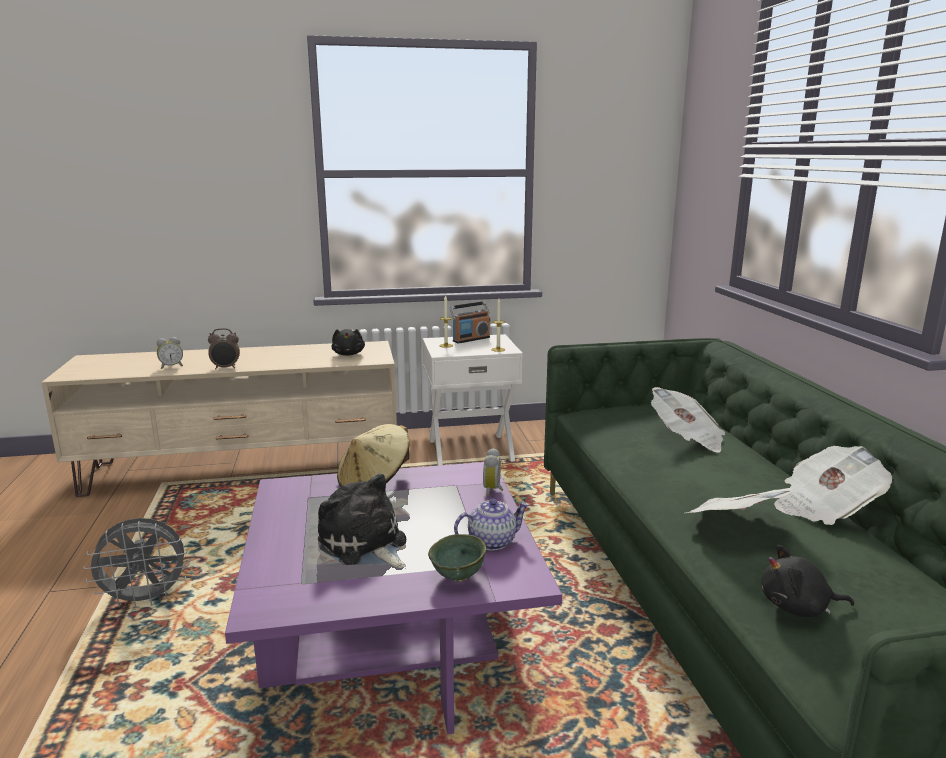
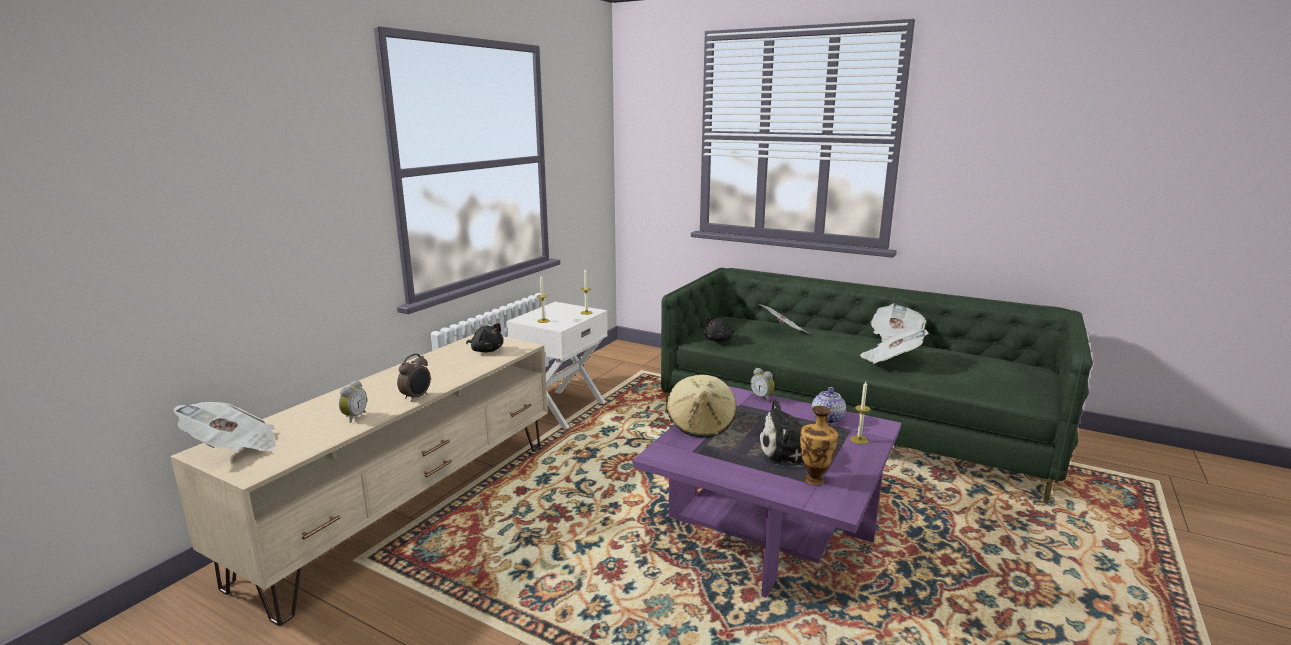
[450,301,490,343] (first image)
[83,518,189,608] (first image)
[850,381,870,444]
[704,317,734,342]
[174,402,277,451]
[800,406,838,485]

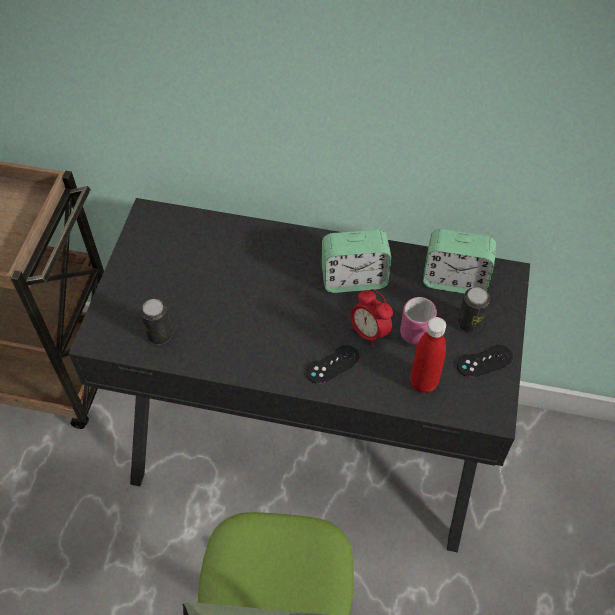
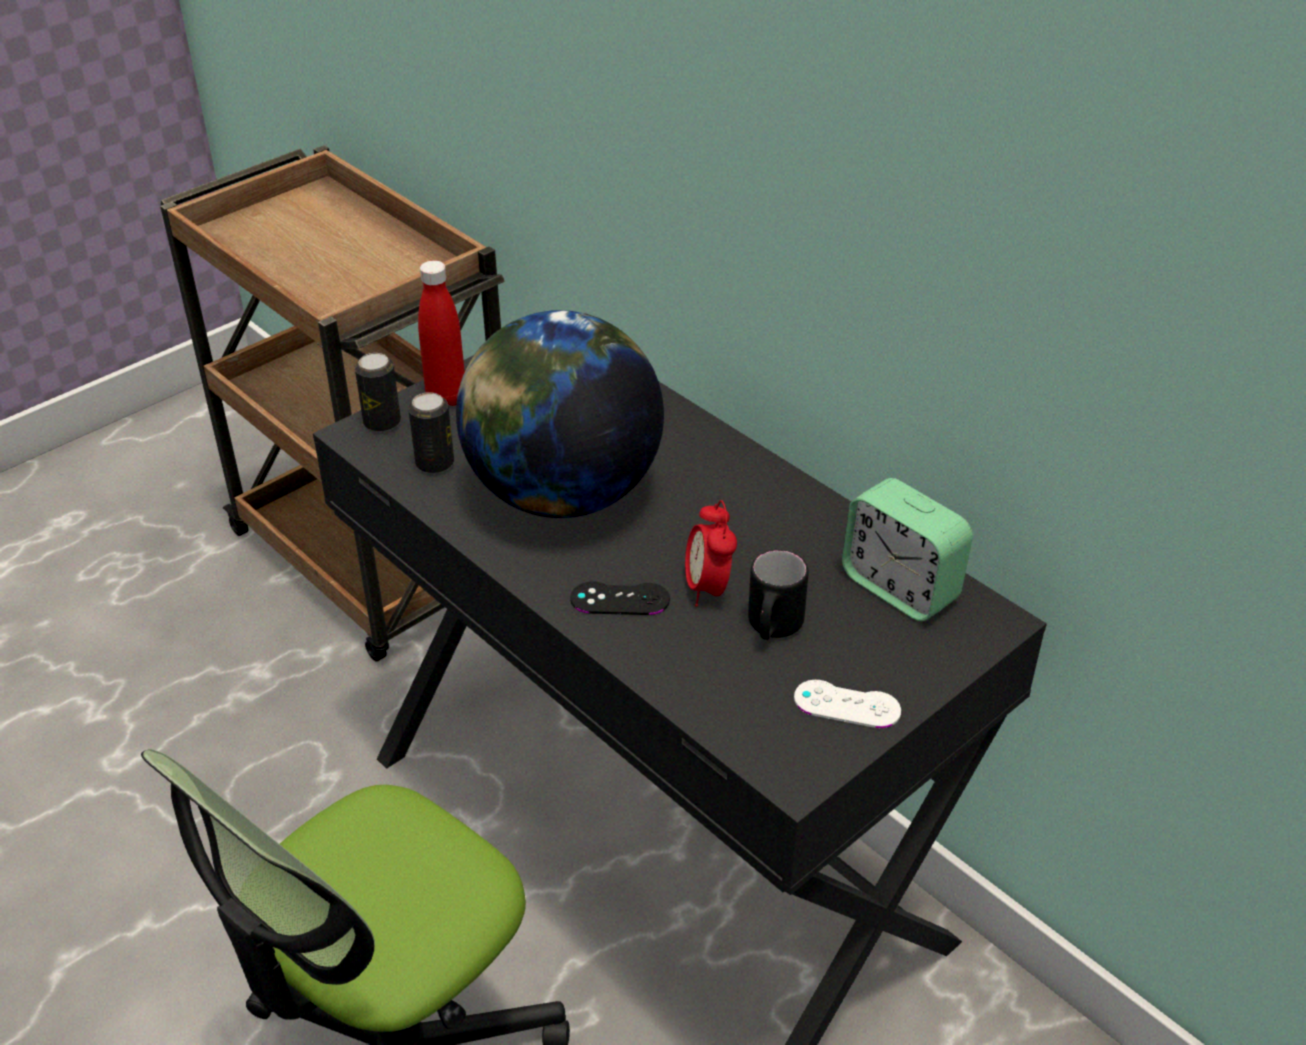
[322,229,391,293] (first image)
[355,353,401,432]
[748,550,809,640]
[418,260,465,406]
[794,680,901,728]
[456,310,664,518]

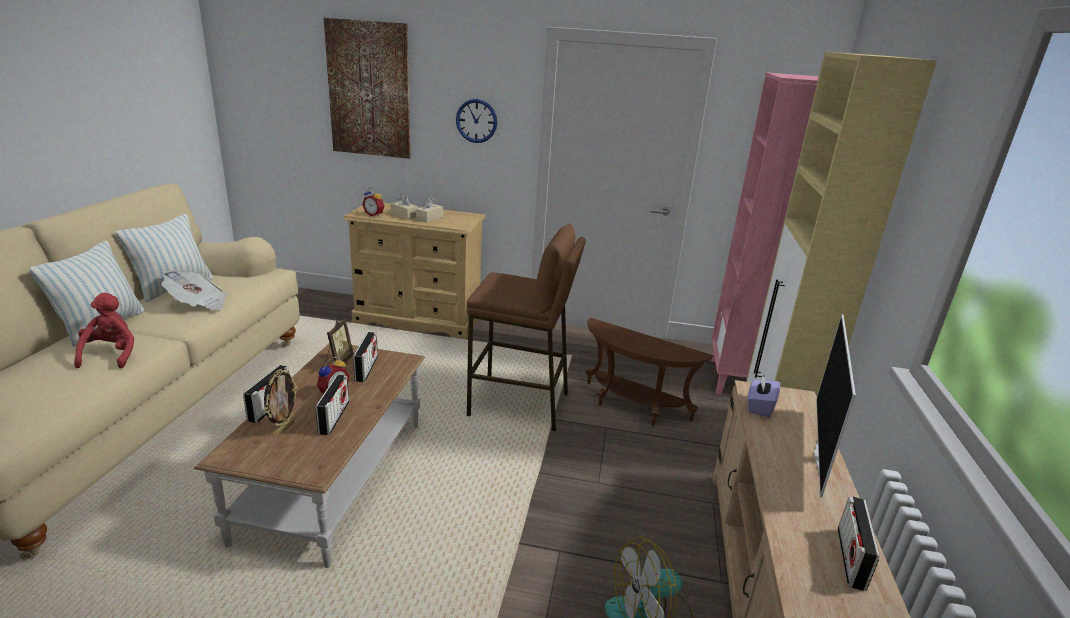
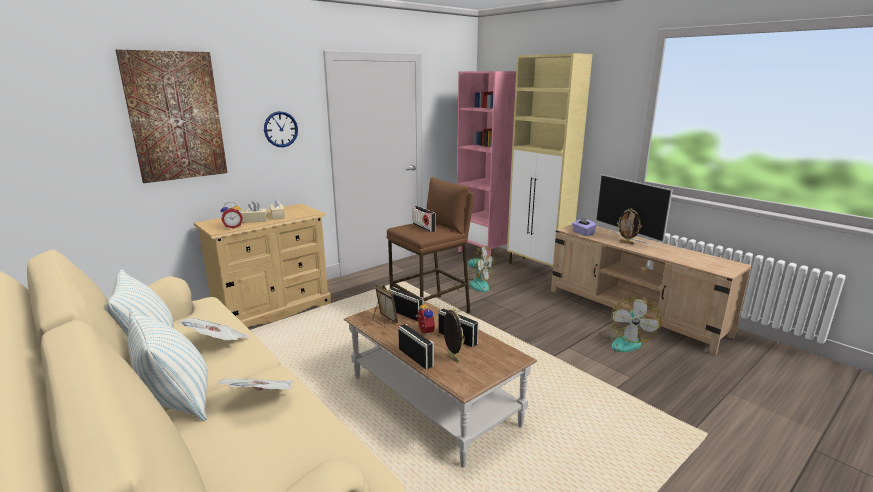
[218,378,295,391]
[455,246,494,292]
[413,206,436,232]
[617,208,642,245]

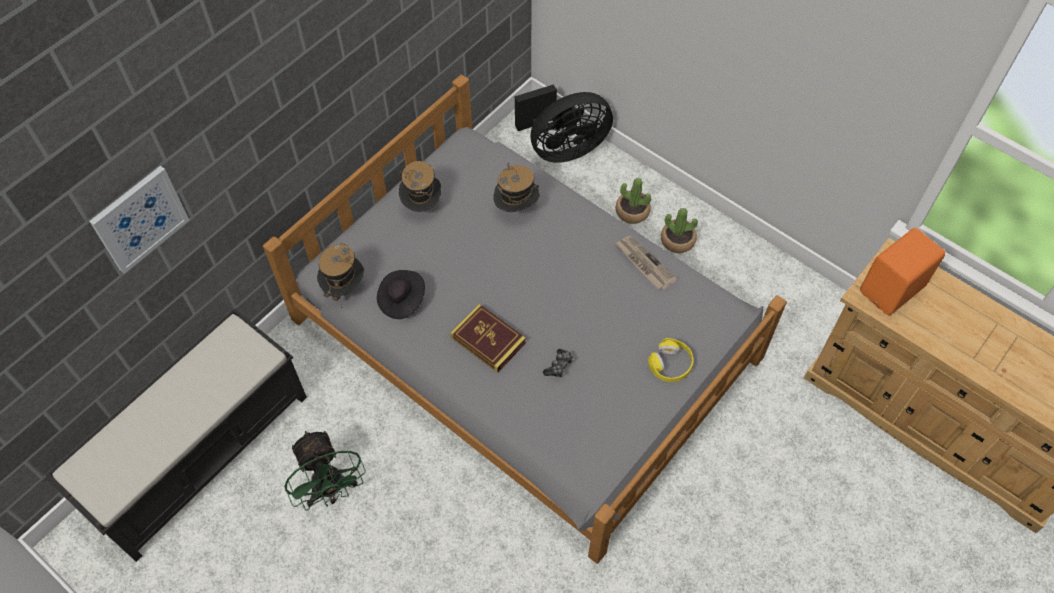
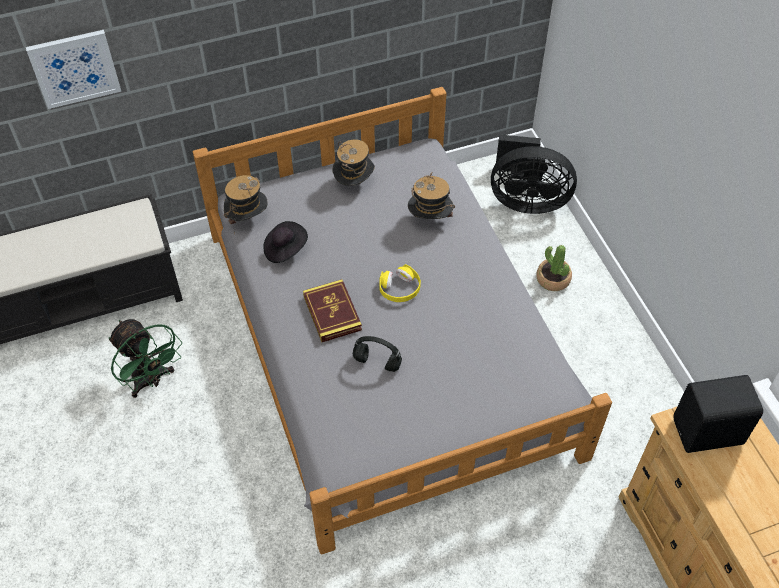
[661,208,698,253] (first image)
[673,375,763,453]
[615,236,678,290] (first image)
[379,264,421,302]
[353,336,402,372]
[109,319,182,398]

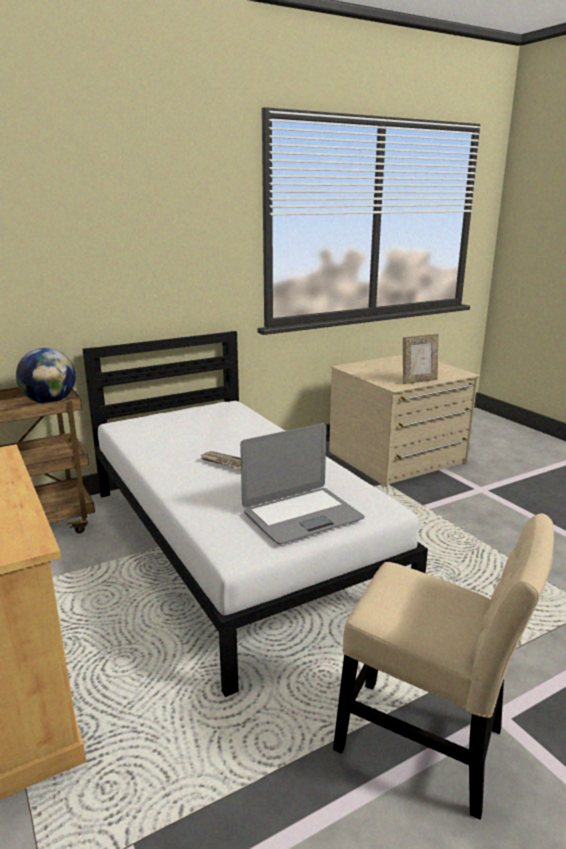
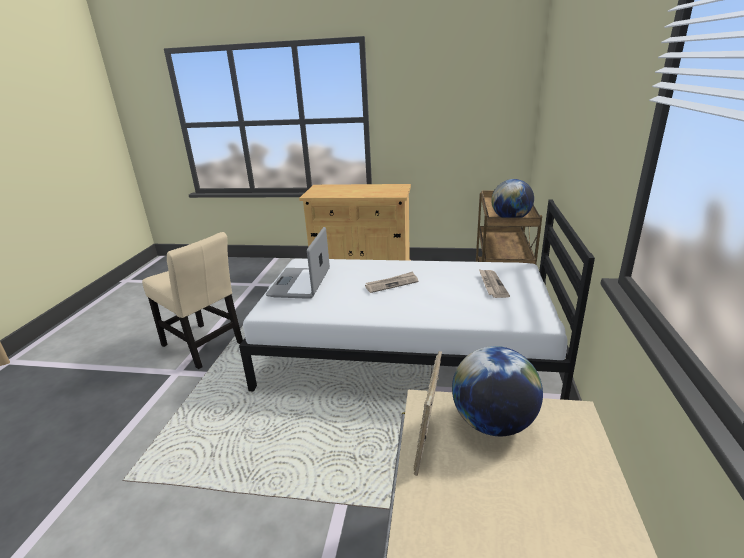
[142,232,243,369]
[479,269,510,298]
[452,346,543,436]

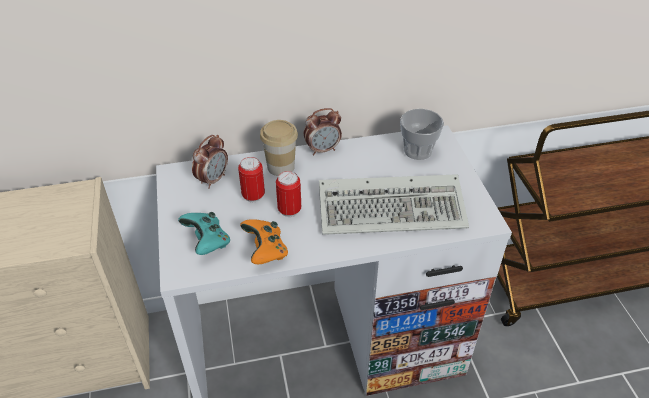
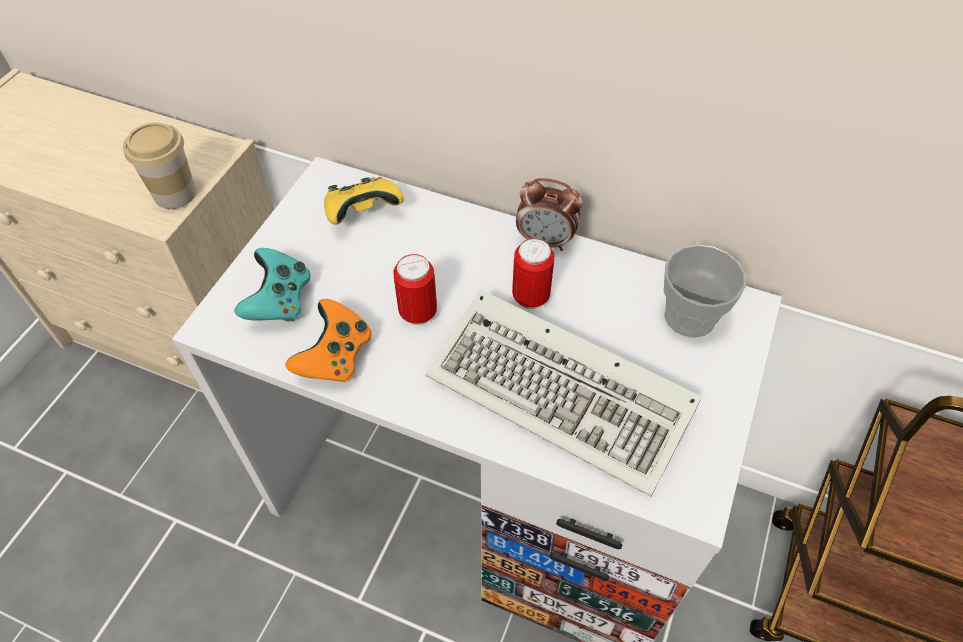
[123,123,196,209]
[324,177,404,225]
[512,238,555,309]

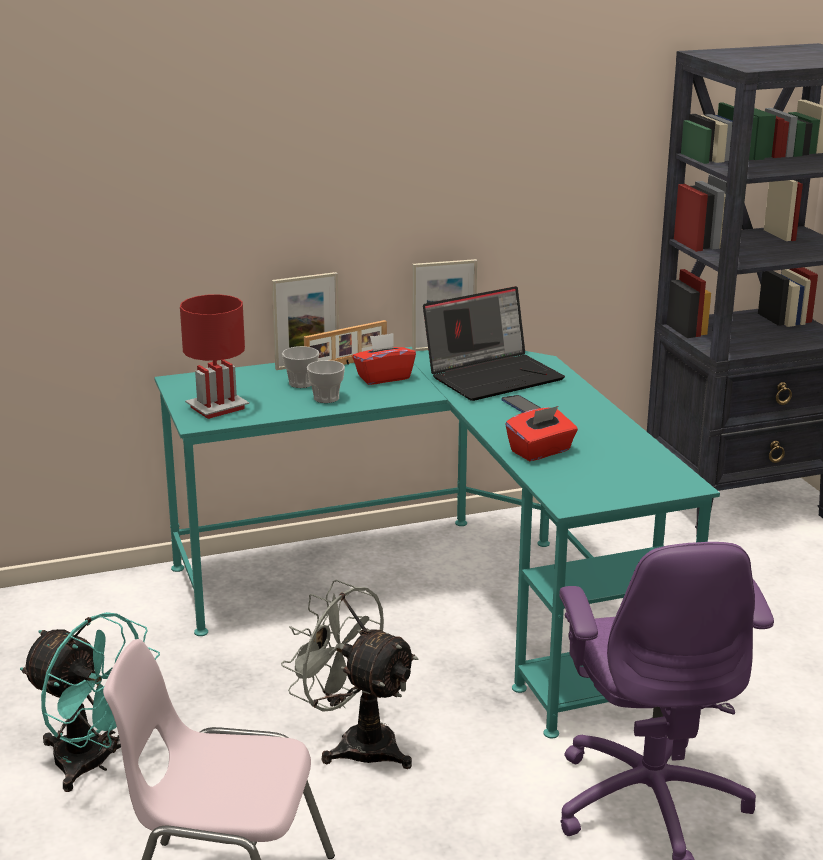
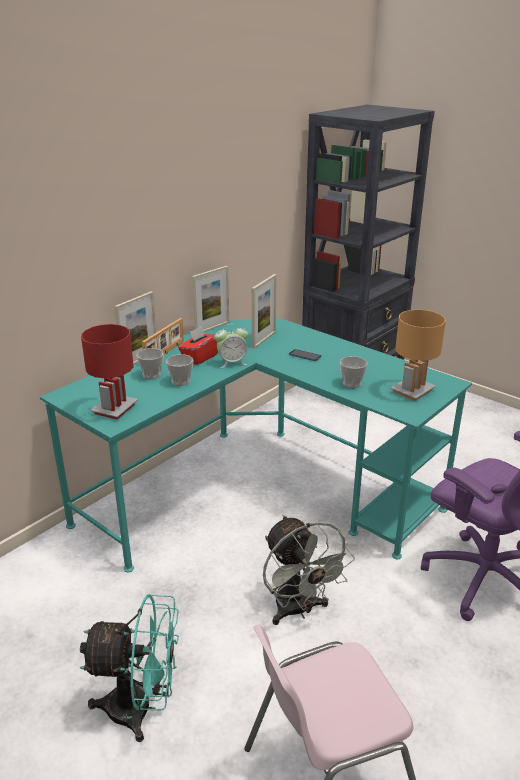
[252,274,277,349]
[340,356,368,388]
[263,515,355,625]
[391,309,446,401]
[215,324,248,368]

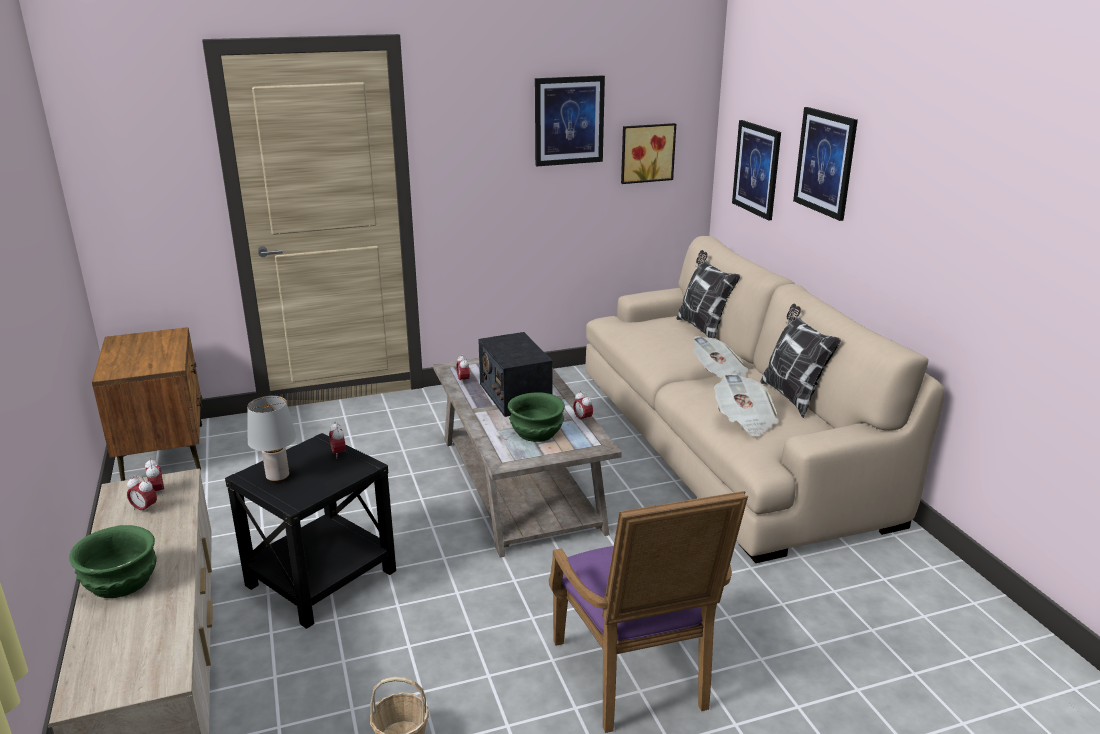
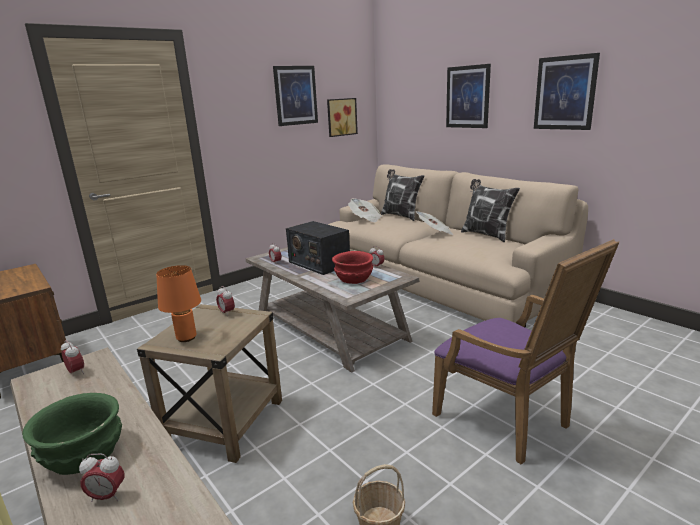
[534,53,600,130]
[348,198,382,223]
[332,251,373,284]
[156,265,201,342]
[137,304,282,463]
[79,454,125,502]

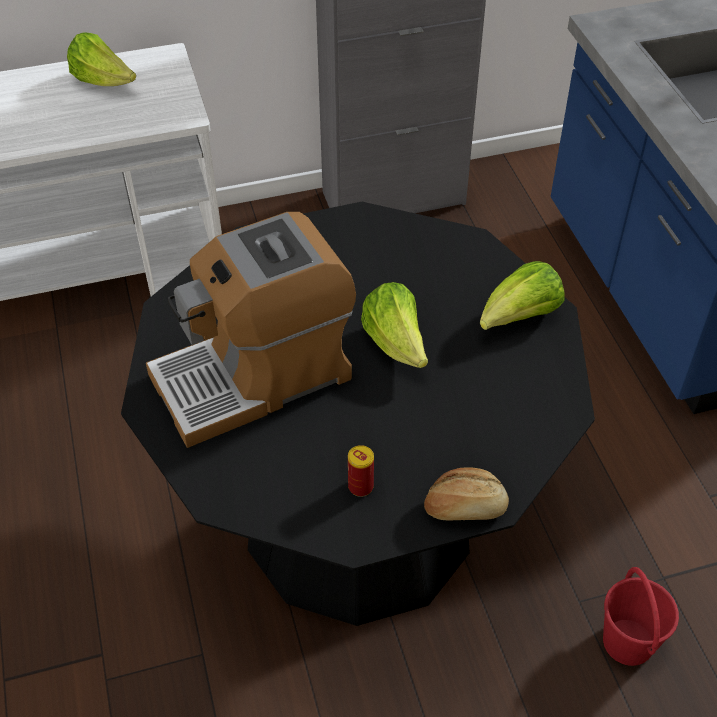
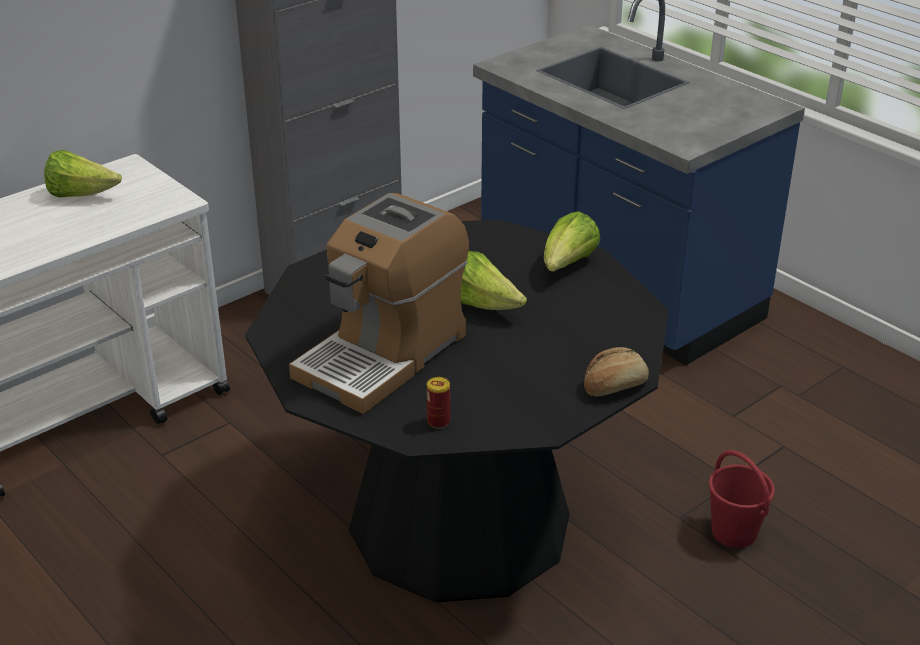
[427,377,450,429]

